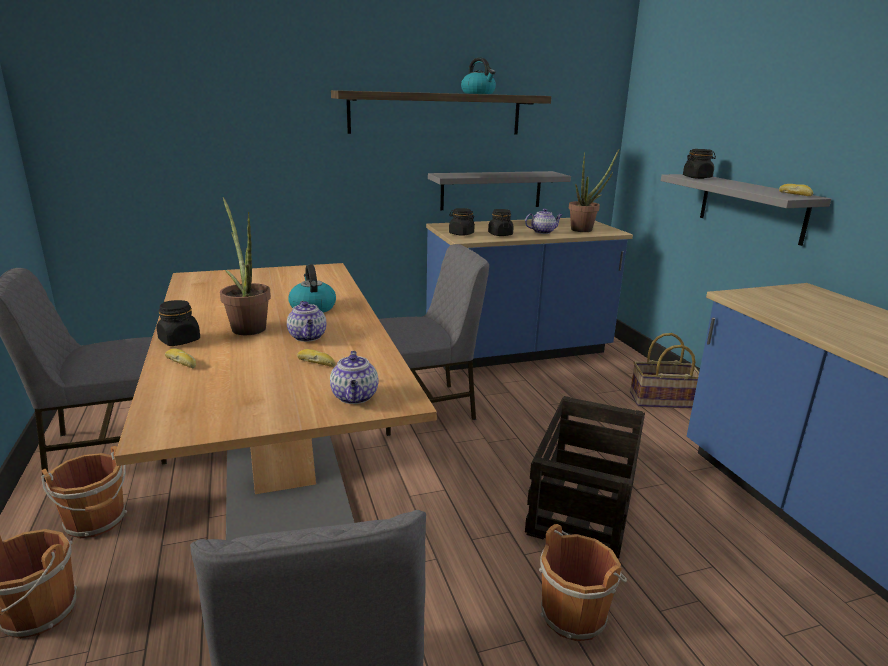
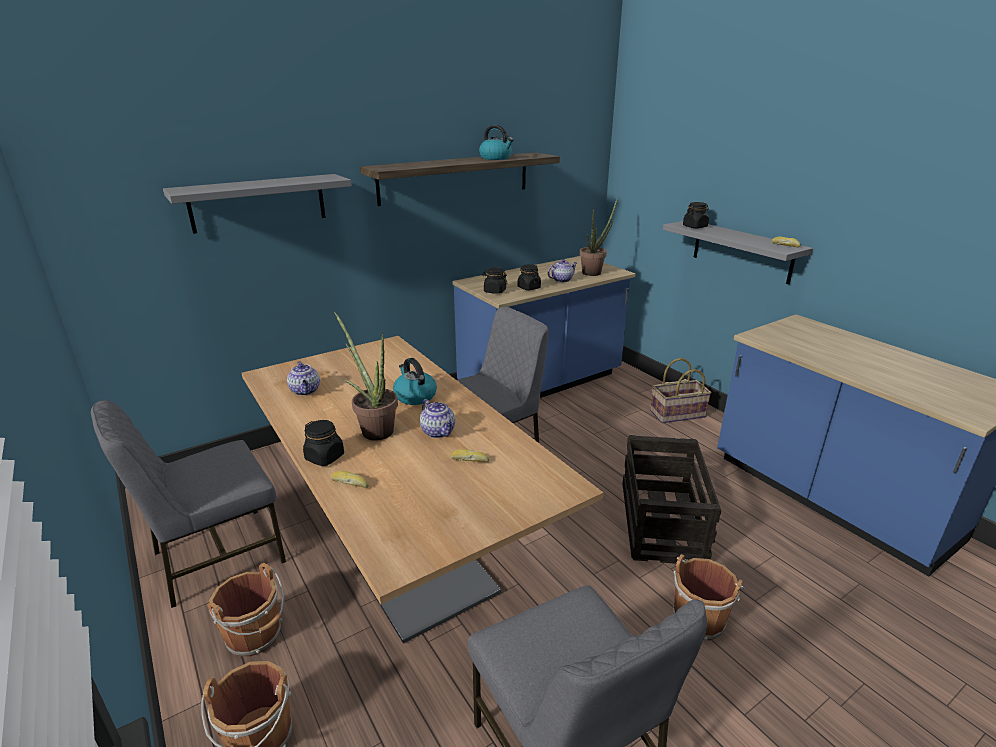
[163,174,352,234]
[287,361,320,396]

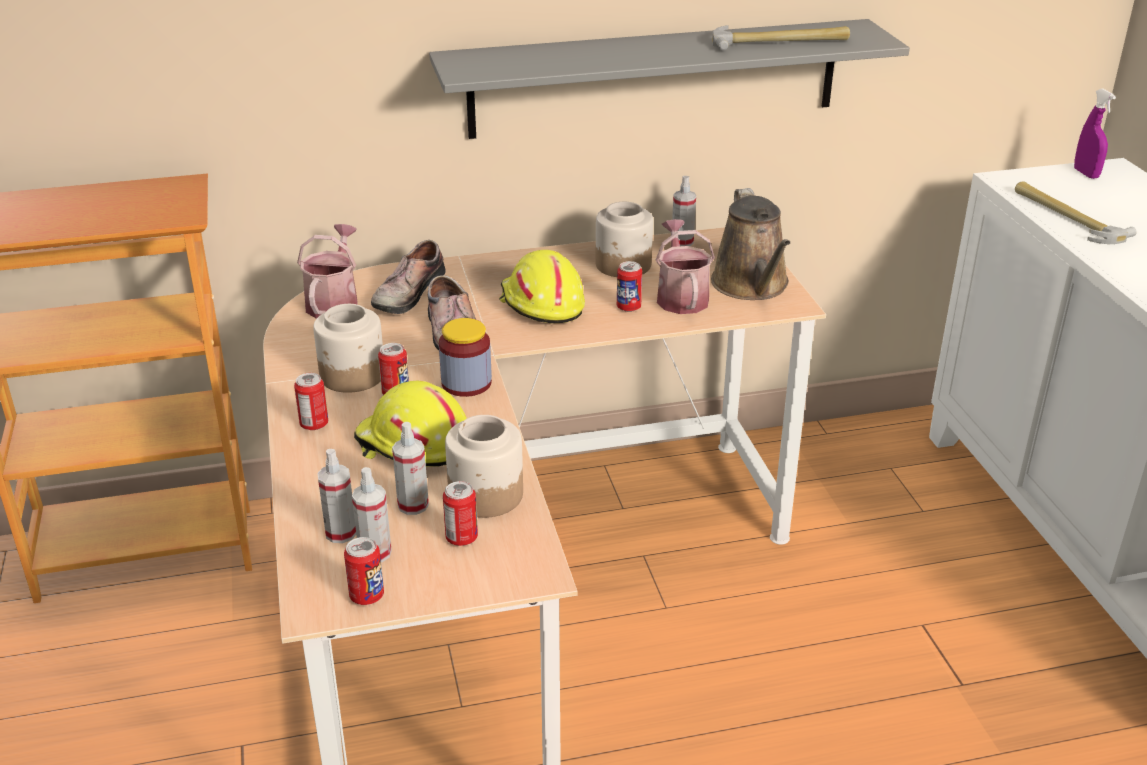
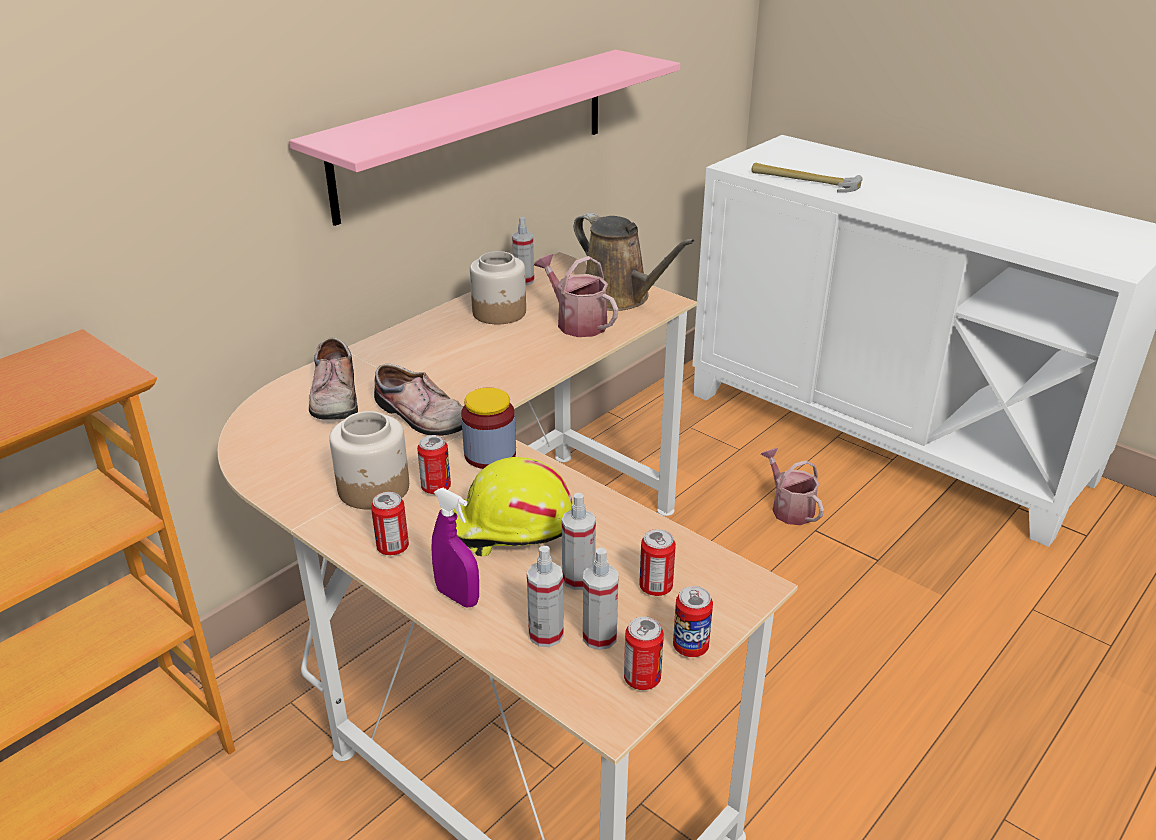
[289,50,680,226]
[712,25,850,50] (first image)
[432,488,479,607]
[761,448,824,525]
[499,250,585,324] (first image)
[673,586,713,657]
[445,415,523,518] (first image)

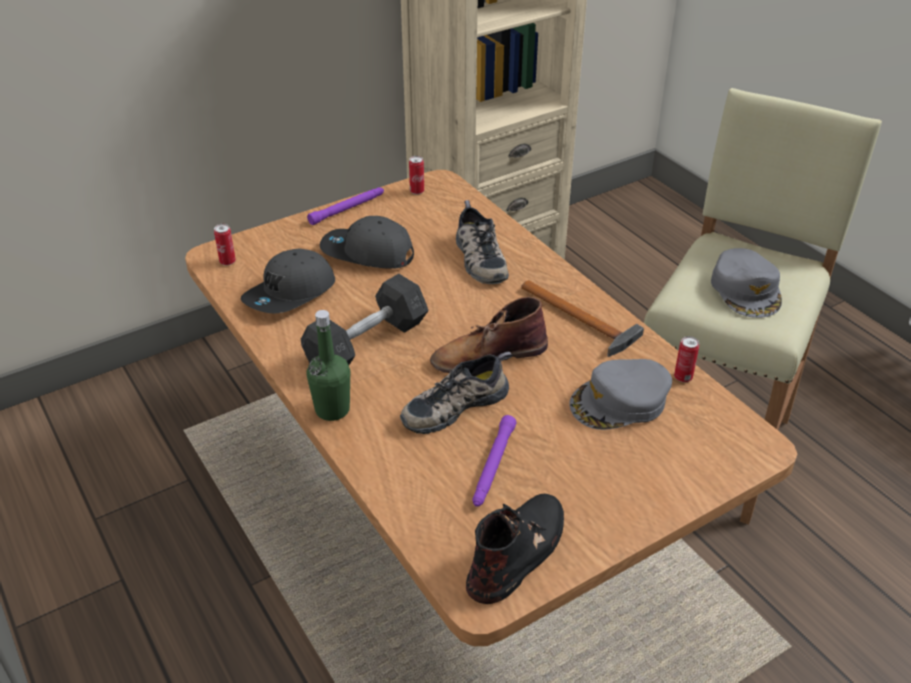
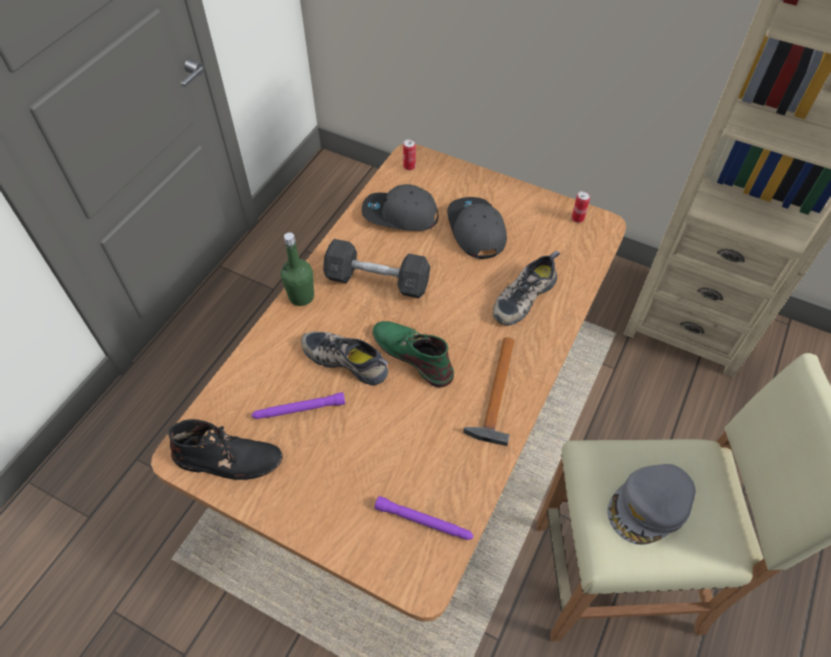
[374,496,474,540]
[373,321,454,388]
[674,336,699,382] (first image)
[569,359,672,430] (first image)

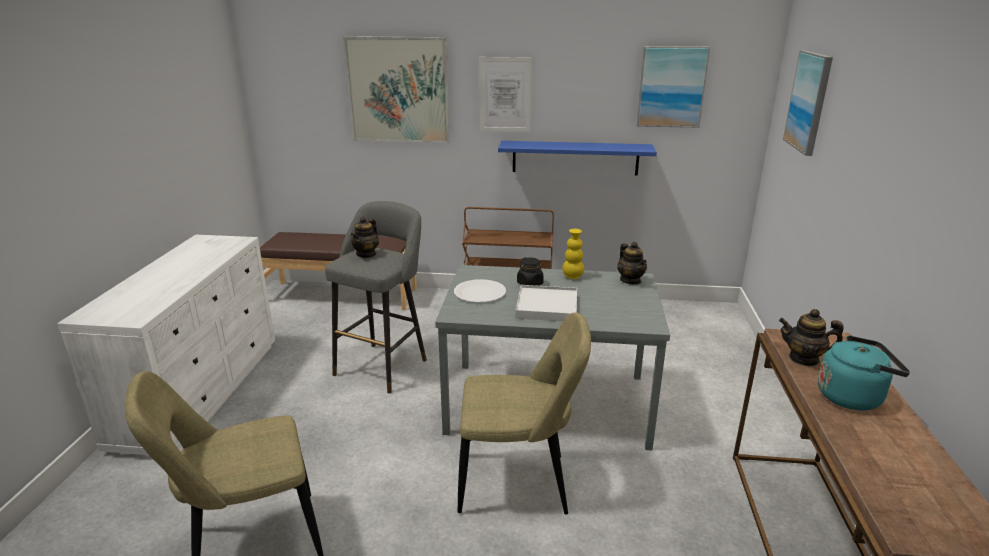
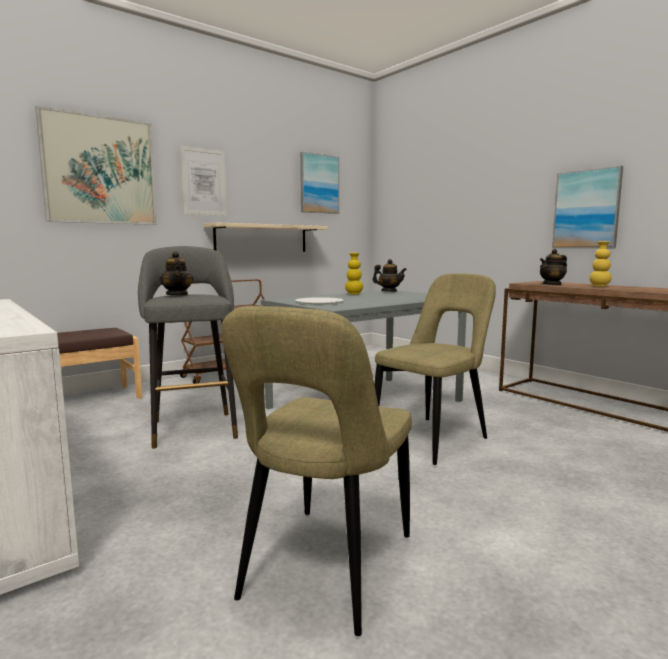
[552,166,623,248]
[203,222,328,252]
[517,257,544,286] (first image)
[515,285,577,321] (first image)
[589,241,612,287]

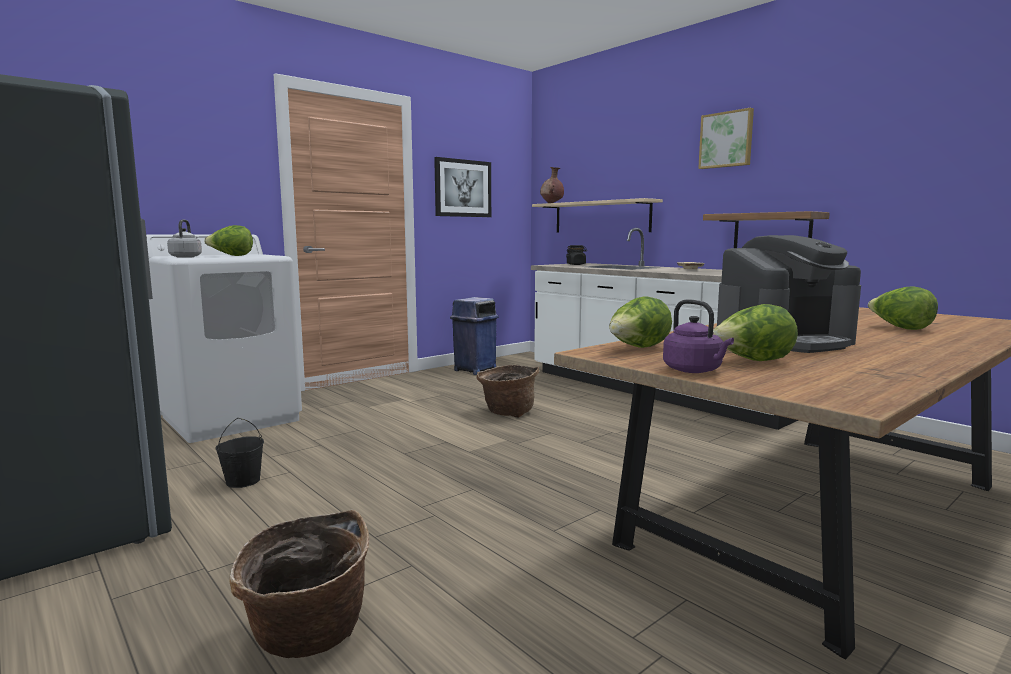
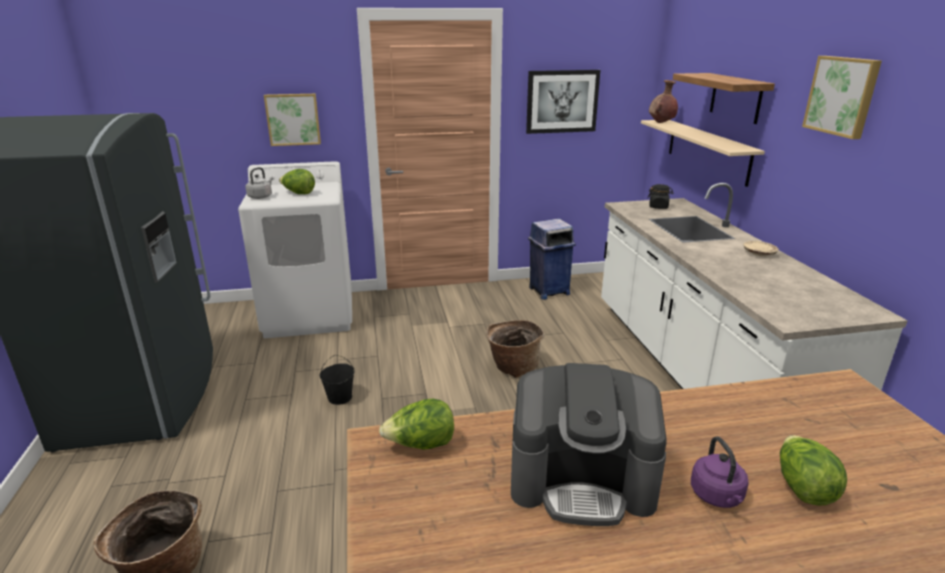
[673,73,775,124]
[691,436,749,508]
[713,304,798,361] (first image)
[320,355,354,405]
[264,94,321,146]

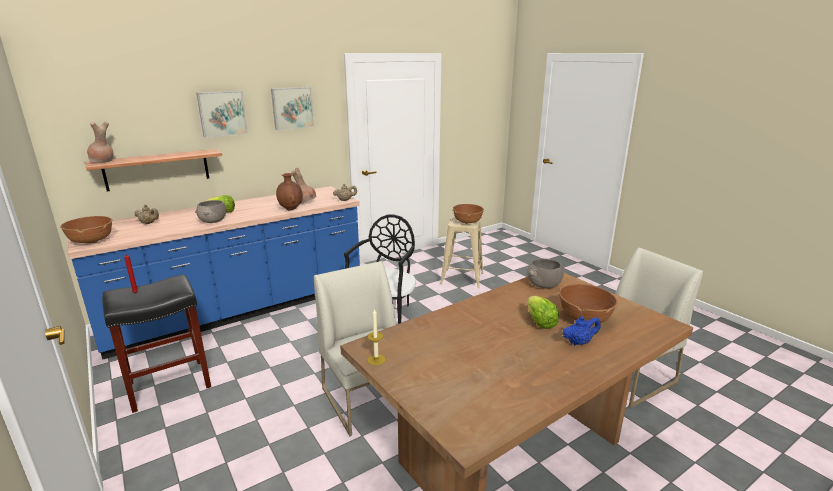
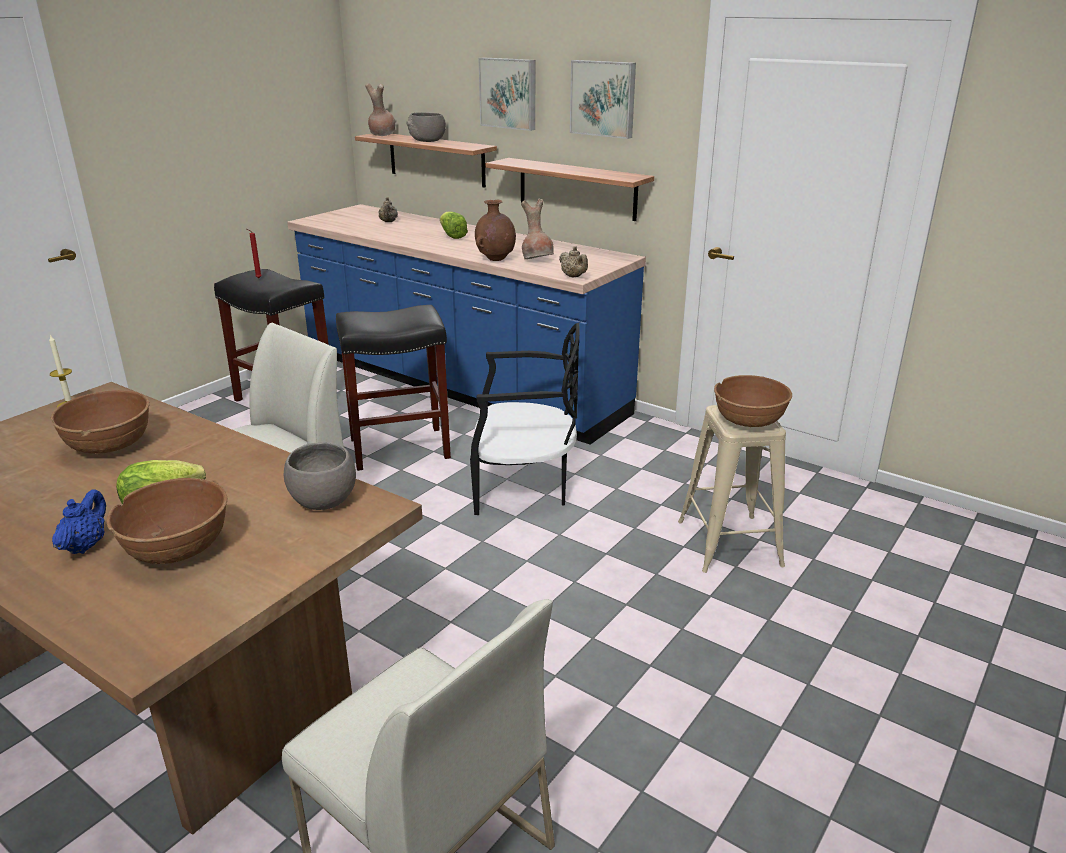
[406,112,446,142]
[51,390,150,454]
[52,489,106,554]
[485,158,654,221]
[336,305,451,471]

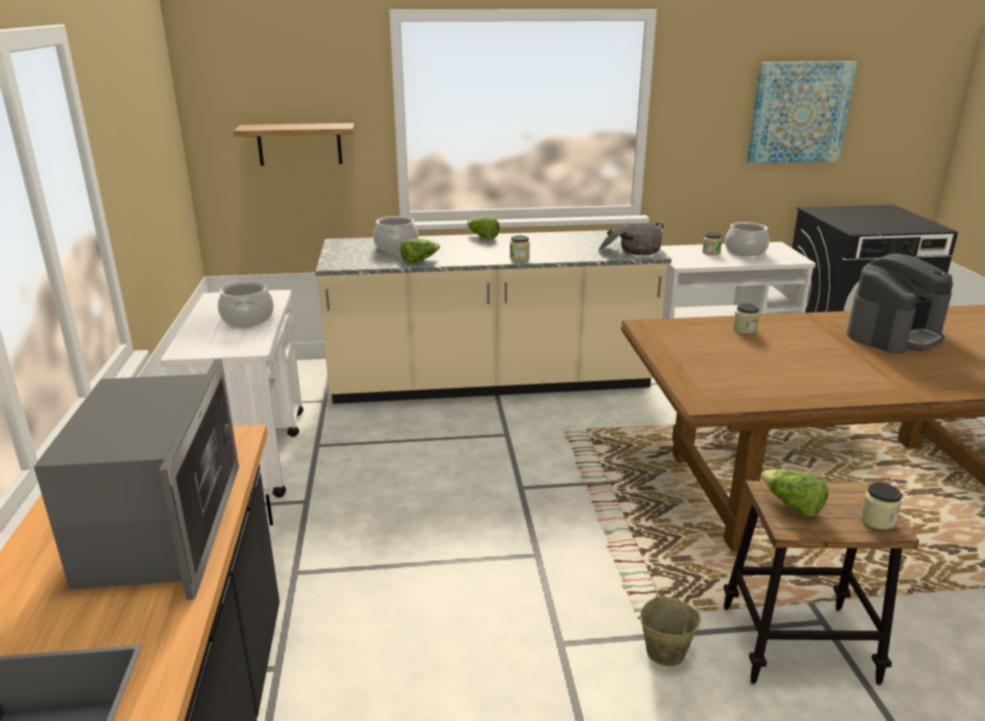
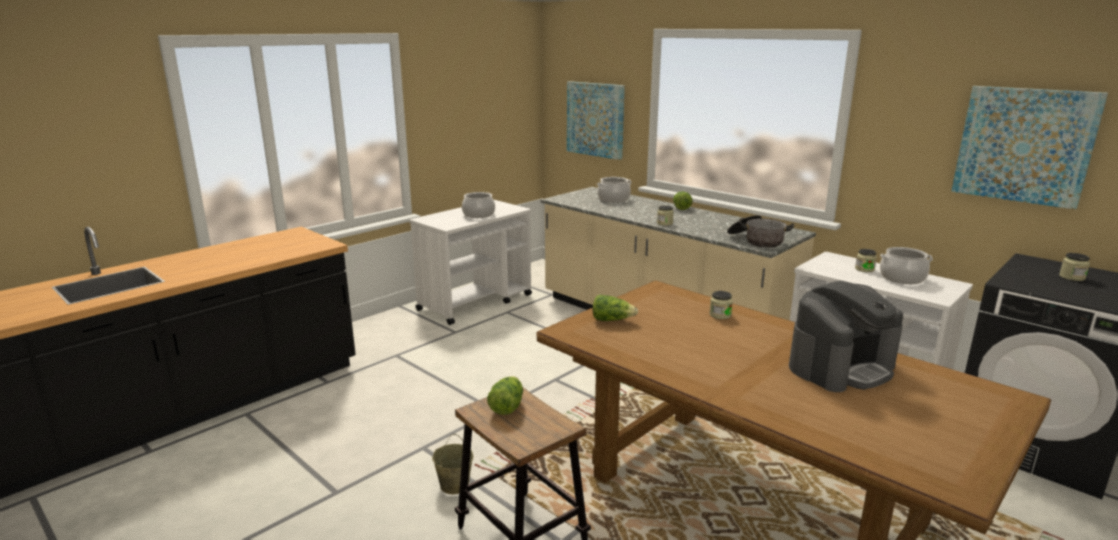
[567,81,625,160]
[593,294,638,321]
[789,281,903,392]
[34,359,239,600] (first image)
[1059,253,1090,281]

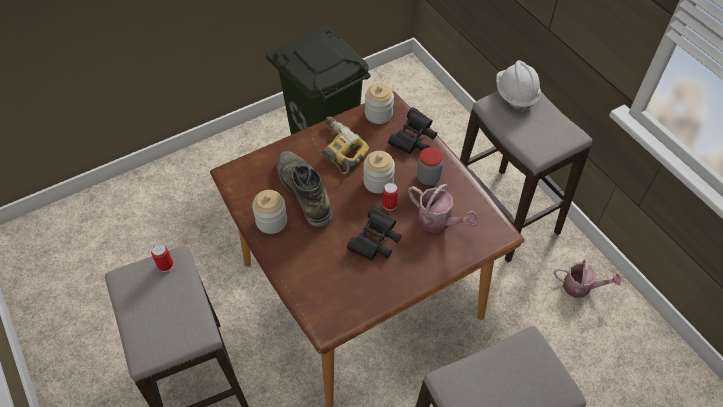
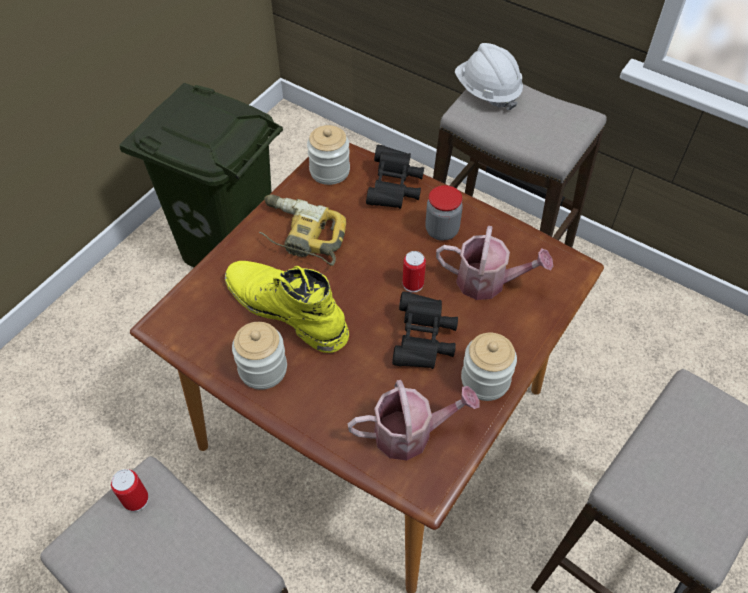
[225,261,349,353]
[461,333,517,401]
[348,380,480,461]

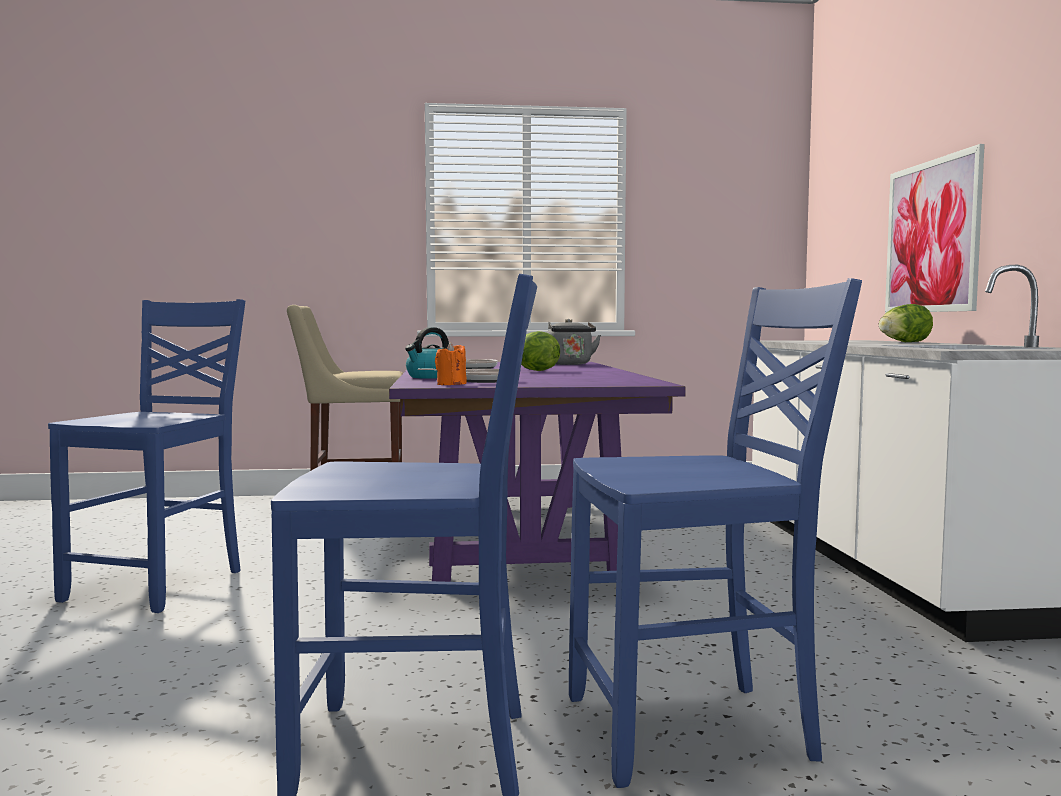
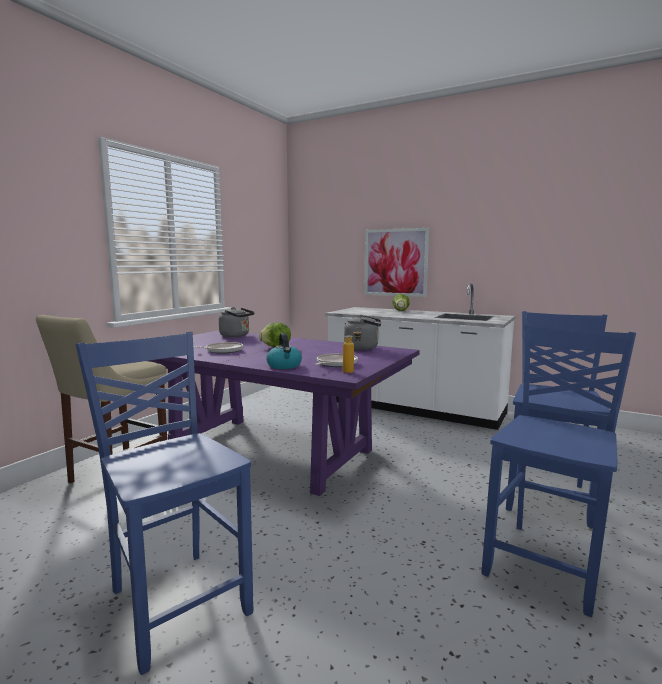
[343,328,362,373]
[344,315,381,350]

